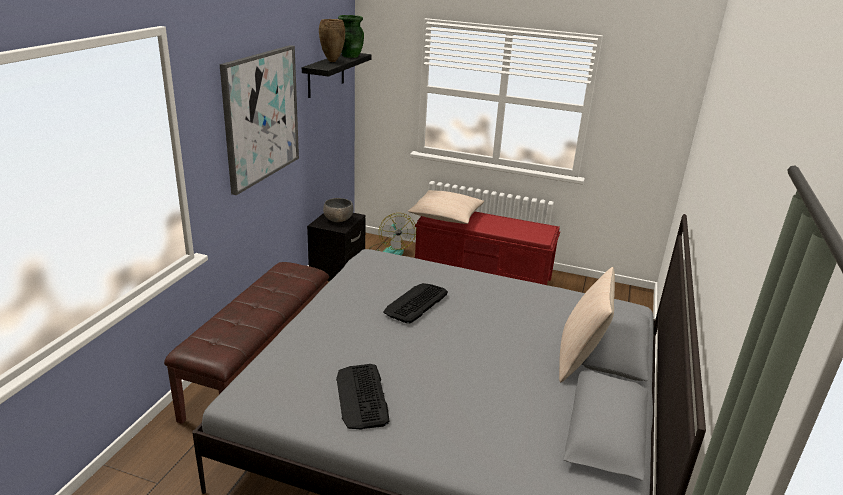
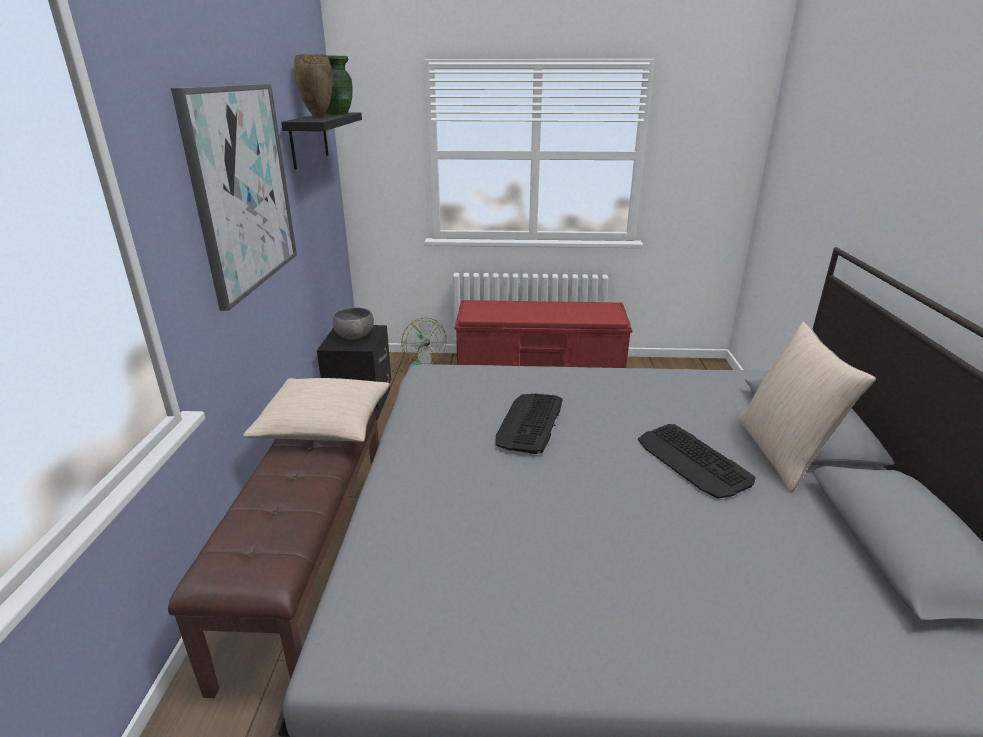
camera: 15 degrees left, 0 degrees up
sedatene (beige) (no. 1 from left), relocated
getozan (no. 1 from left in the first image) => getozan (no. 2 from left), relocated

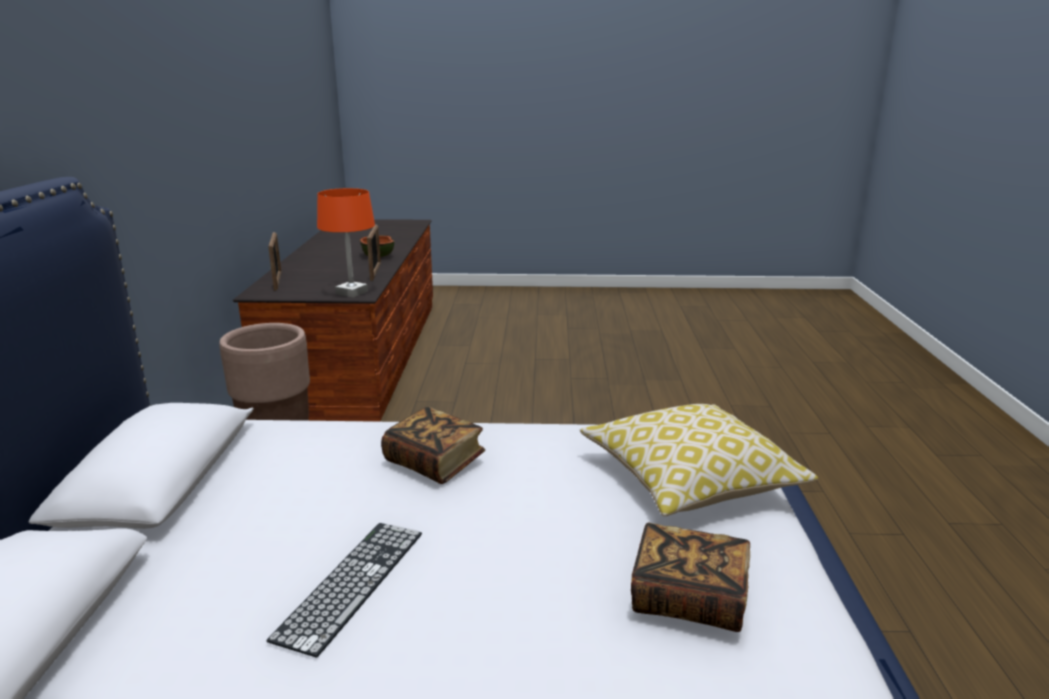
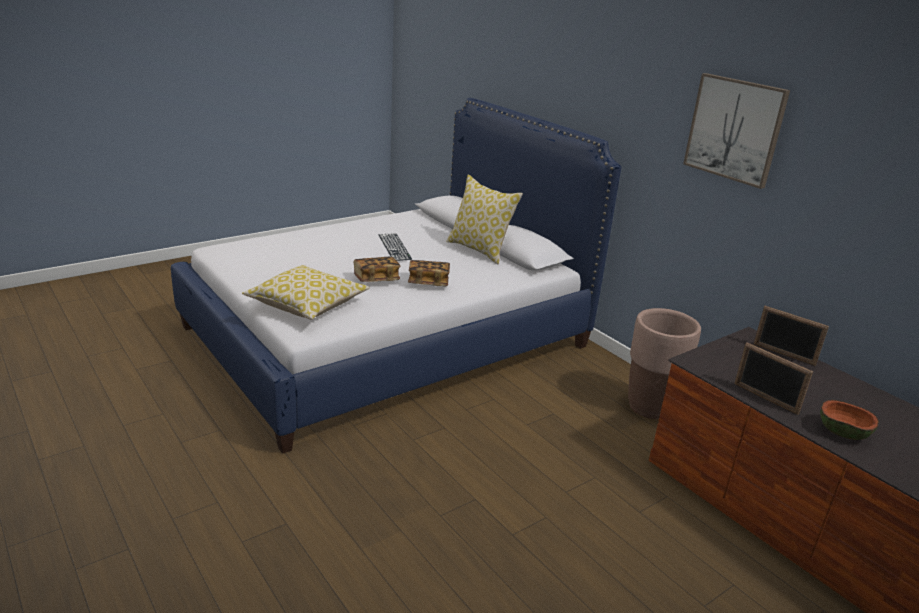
camera: 140 degrees right, 5 degrees up
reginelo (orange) => nothing
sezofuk (no. 2 from left in the first image) => sezofuk (no. 1 from left), relocated
nothing => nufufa
nothing => sedatene (no. 2 from left)

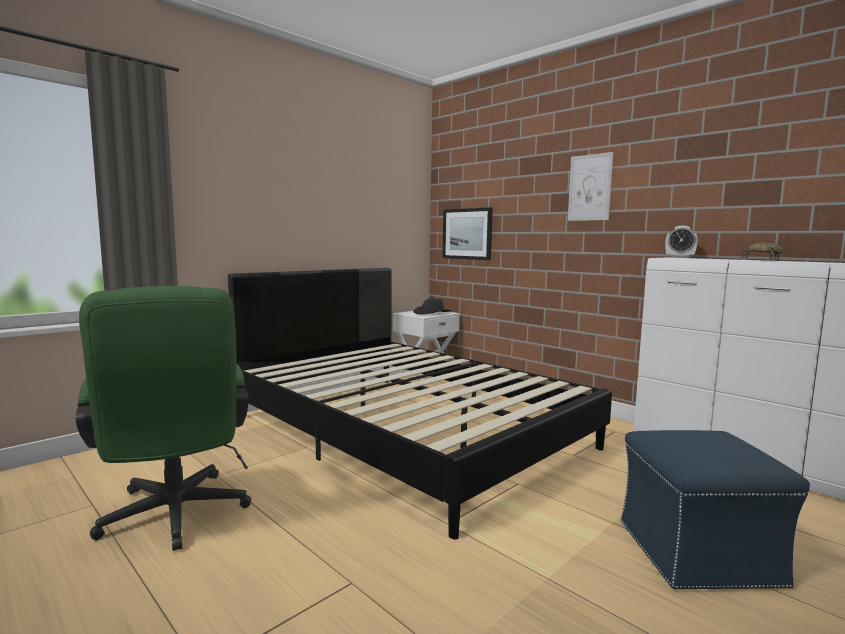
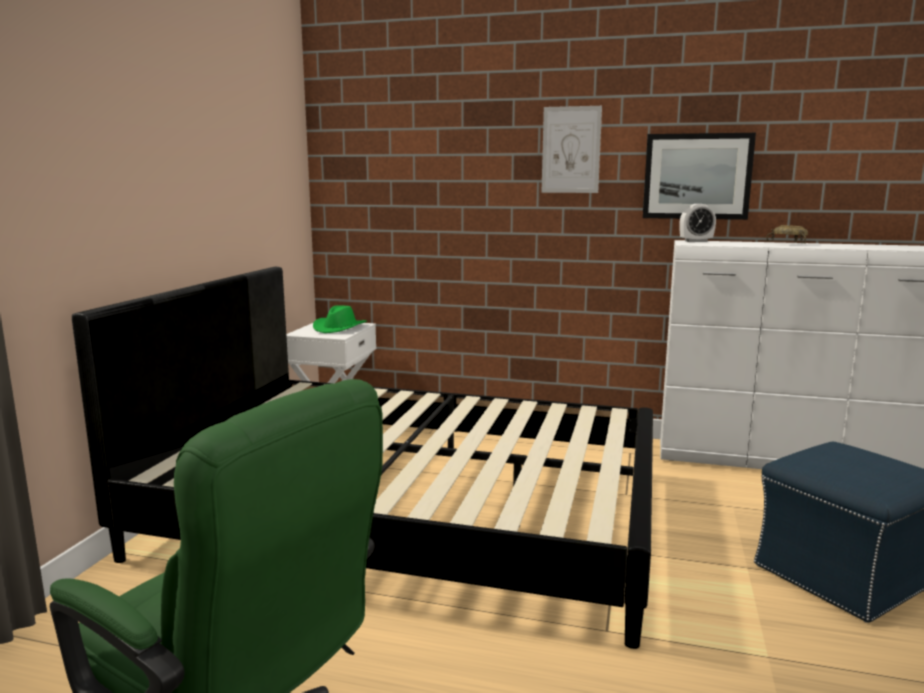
camera: 30 degrees left, 5 degrees up
nufufa (no. 1 from left in the first image) => nufufa (no. 2 from left), relocated
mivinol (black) => mivinol (green)

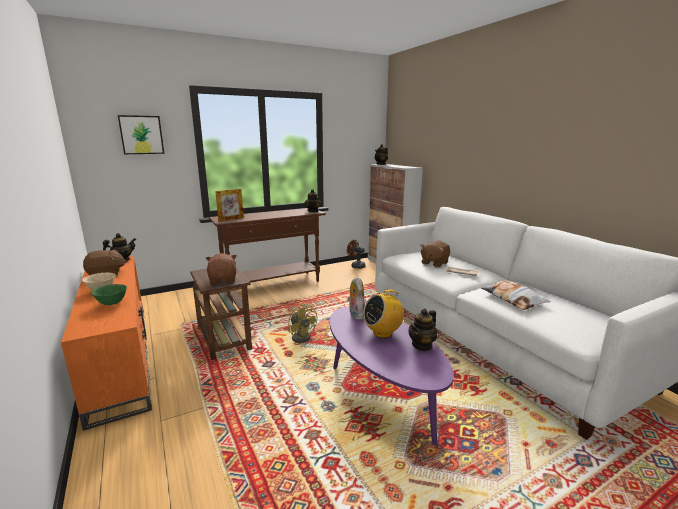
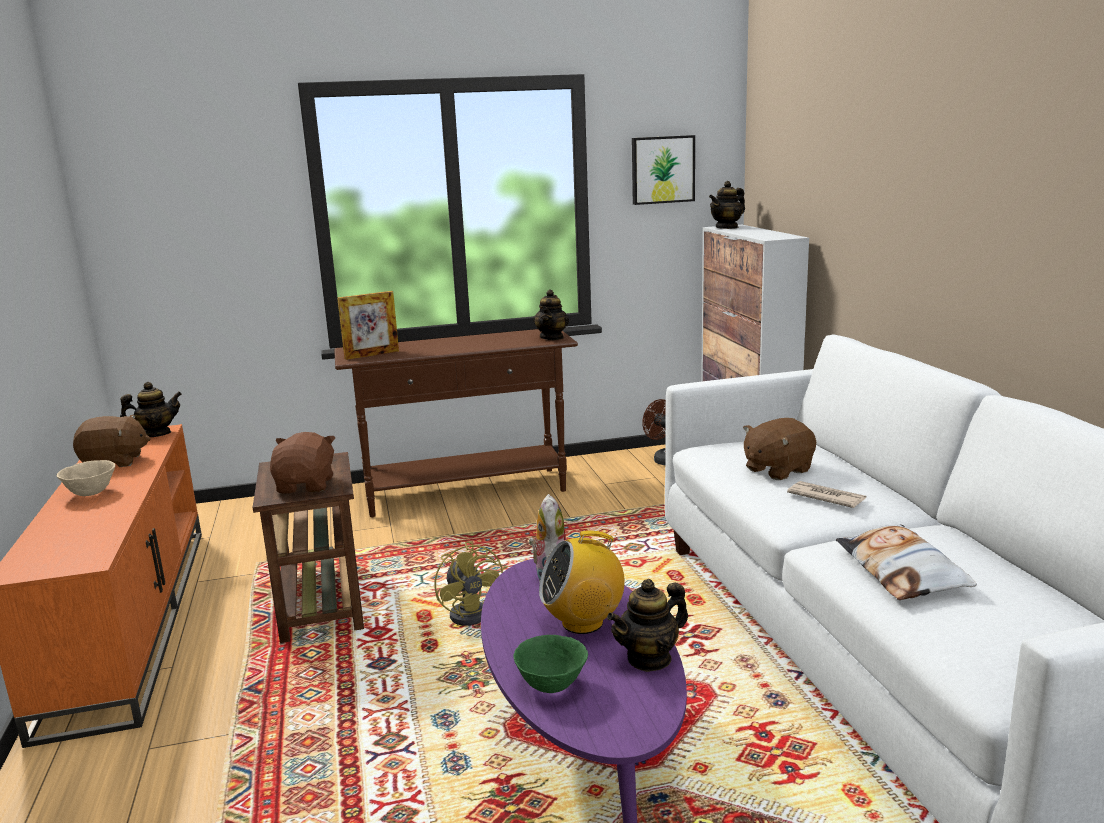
camera: 15 degrees right, 0 degrees up
nufufa, relocated
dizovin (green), relocated

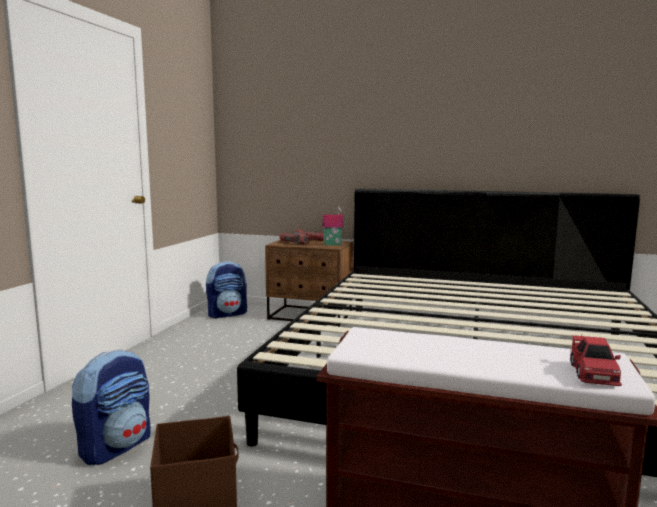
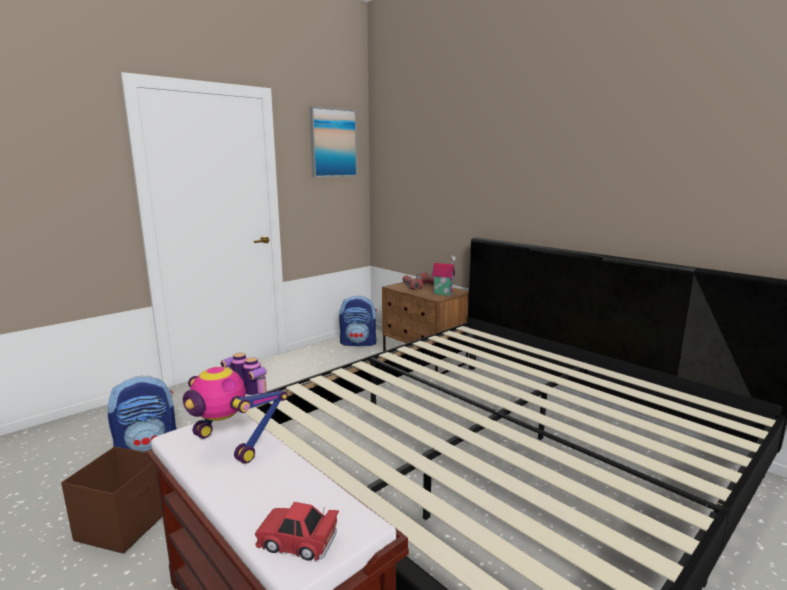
camera: 30 degrees right, 5 degrees up
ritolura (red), 60 degrees clockwise
nothing => nufufa
nothing => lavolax

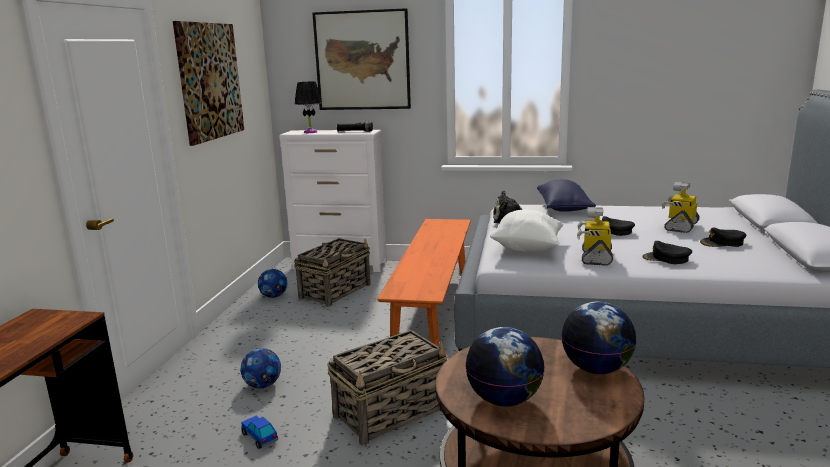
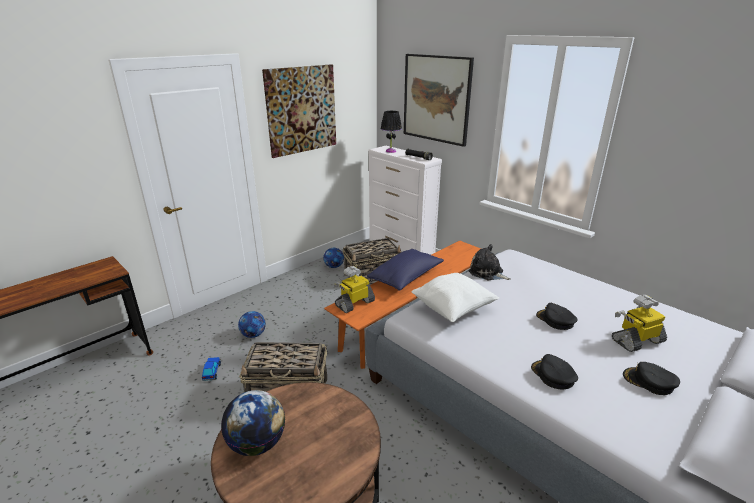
camera: 35 degrees right, 10 degrees up
sedatene (blue), relocated
lavolax (no. 1 from left), relocated
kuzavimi (no. 2 from left) => nothing

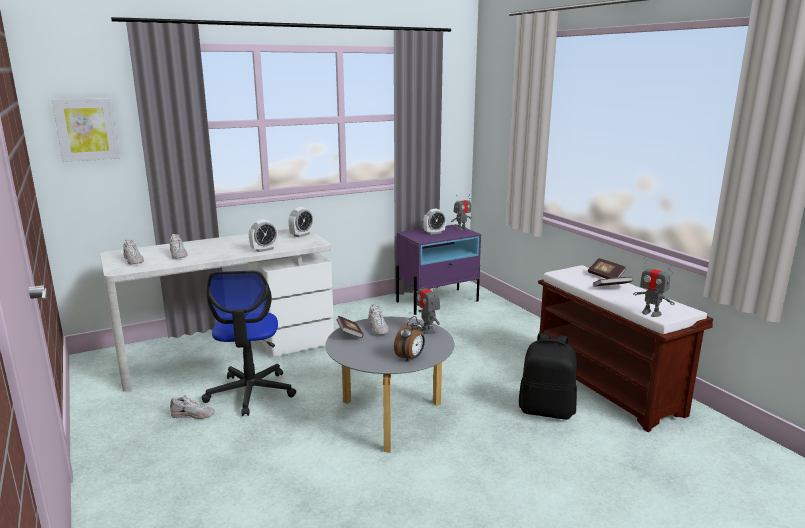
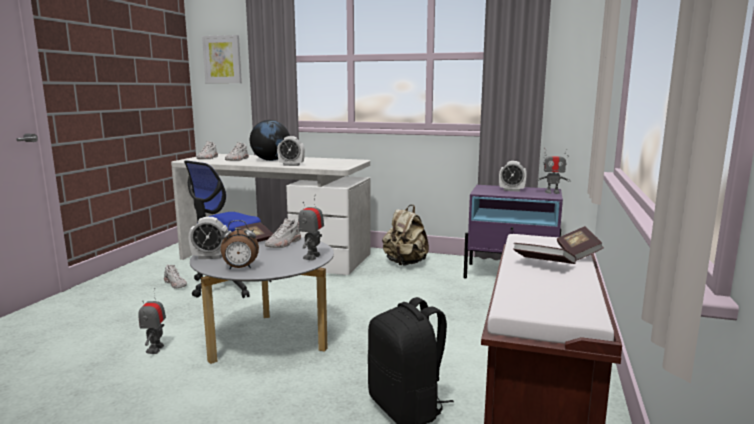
camera: 45 degrees right, 5 degrees down
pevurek (no. 2 from left in the first image) => pevurek (no. 1 from left), relocated
lavolax (no. 3 from left in the first image) => lavolax (no. 1 from left), relocated
nothing => kuzavimi
nothing => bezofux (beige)

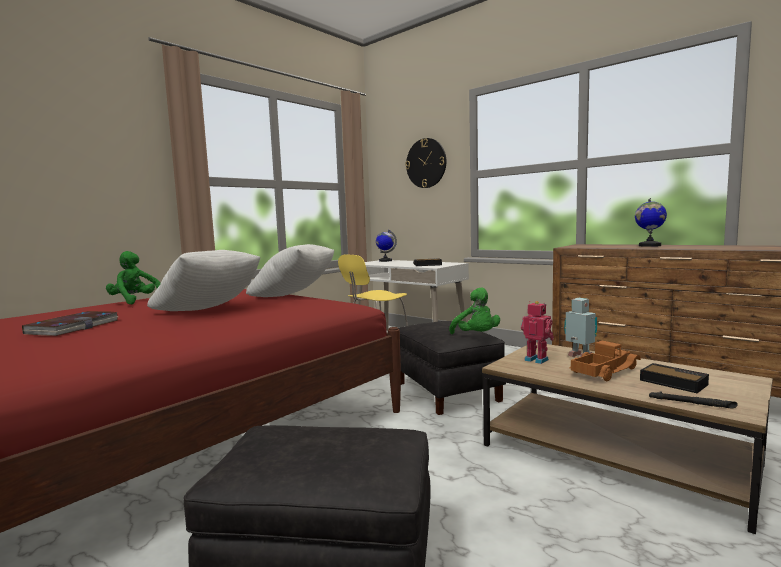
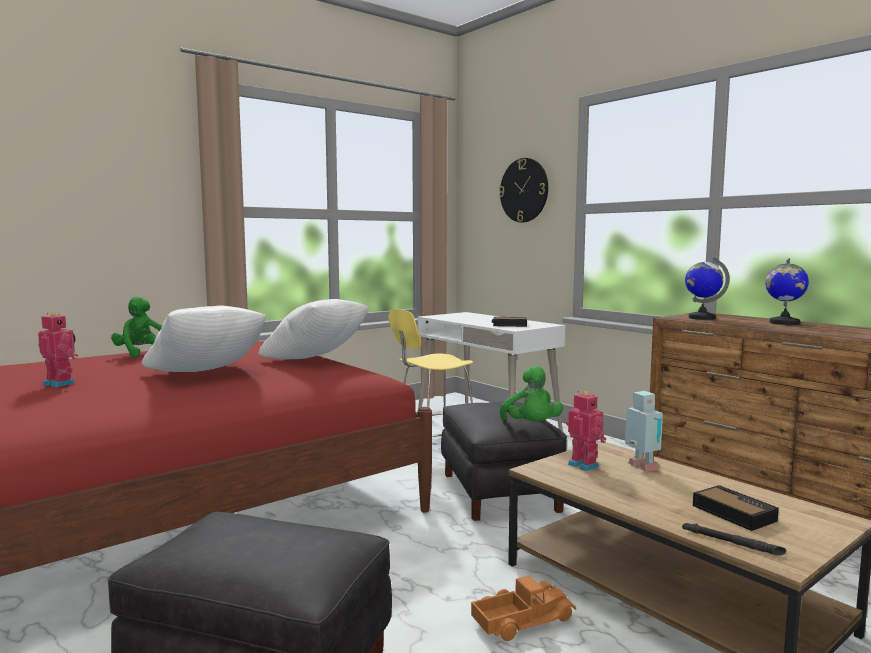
camera: 10 degrees right, 0 degrees up
kuzavimi (no. 1 from left), relocated
sezofuk => lavolax (no. 1 from left)
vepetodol, relocated

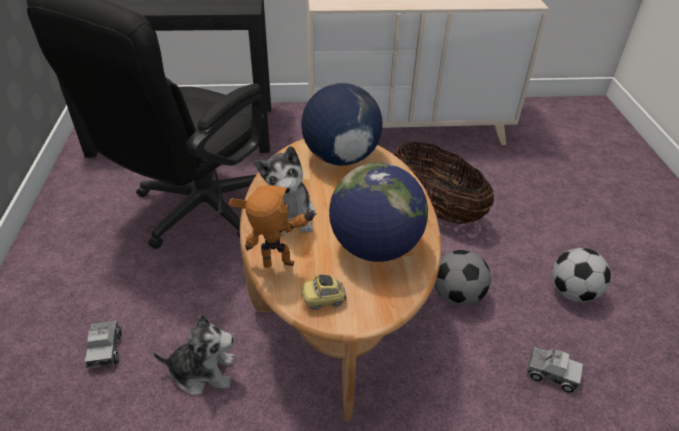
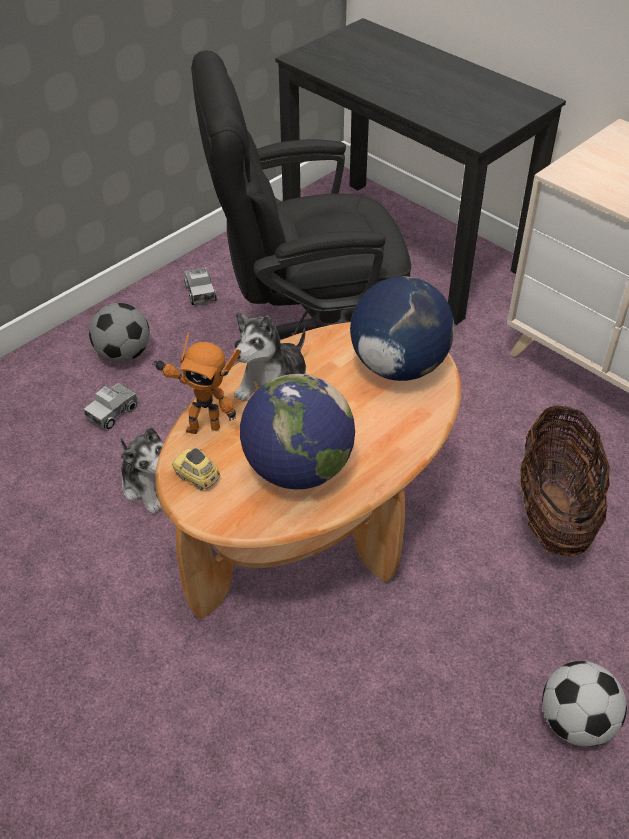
camera: 50 degrees right, 5 degrees up
lavolax, 135 degrees clockwise
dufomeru (no. 1 from left), relocated
vepetodol (no. 2 from left), relocated

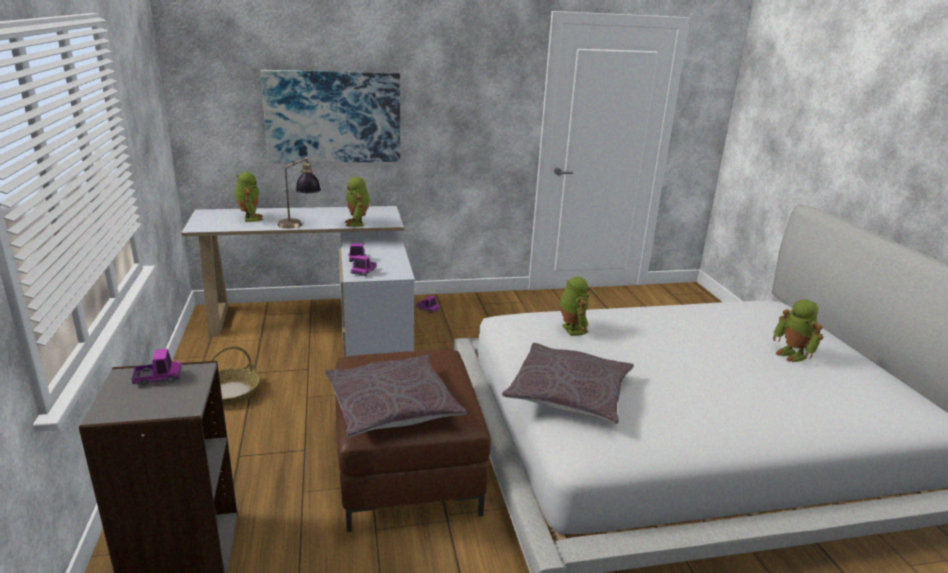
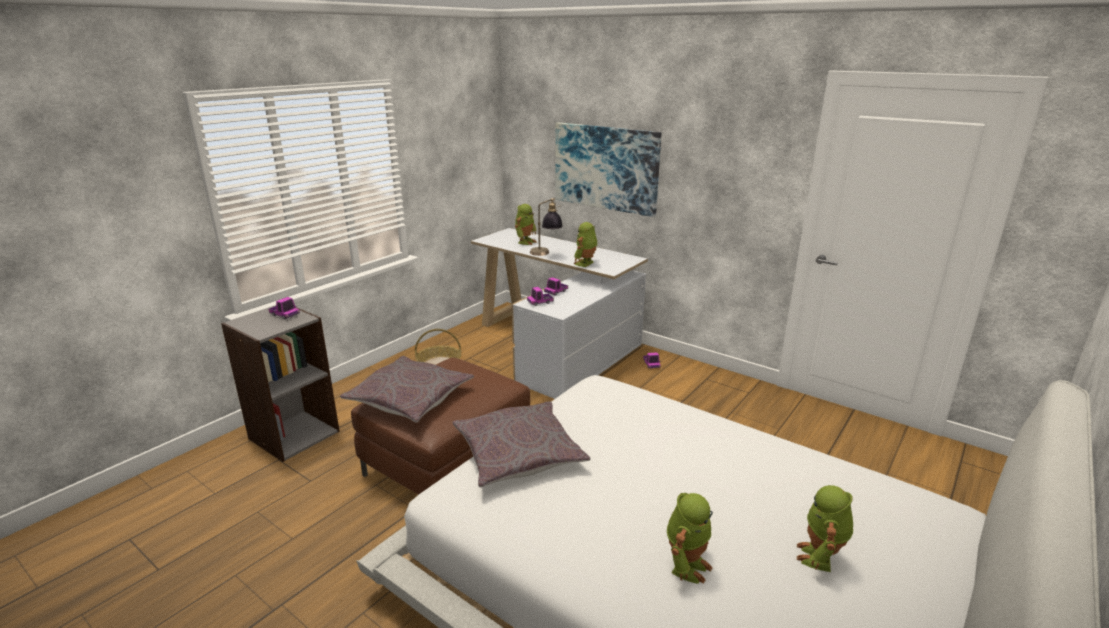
camera: 50 degrees right, 0 degrees up
lavolax (no. 3 from left), relocated

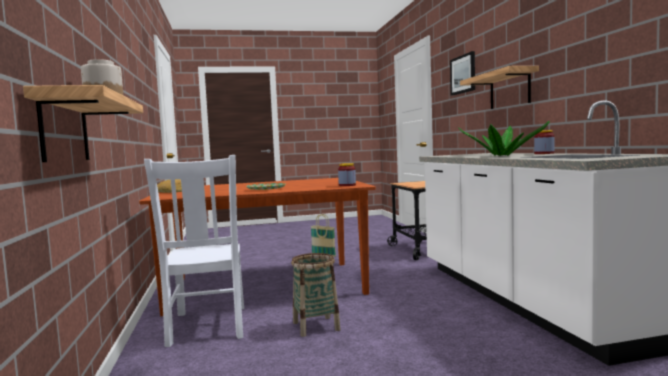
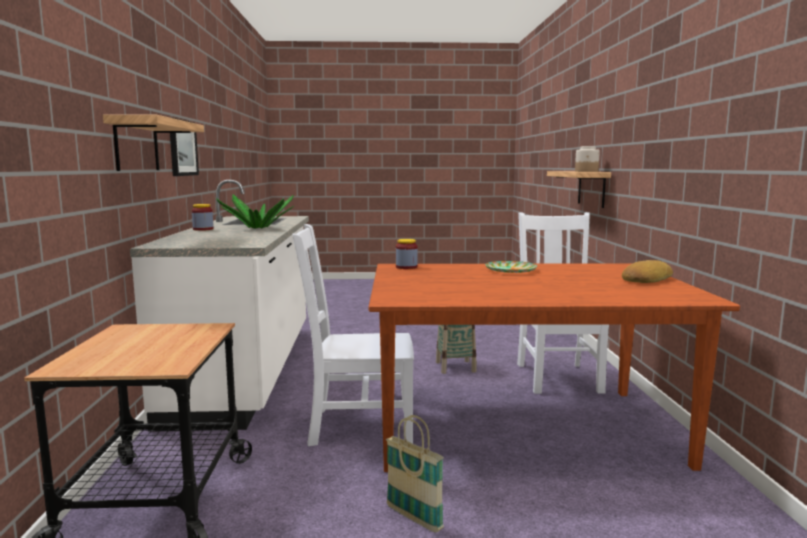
camera: 170 degrees left, 5 degrees up
nufufa, relocated
nothing => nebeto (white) (no. 1 from left)

